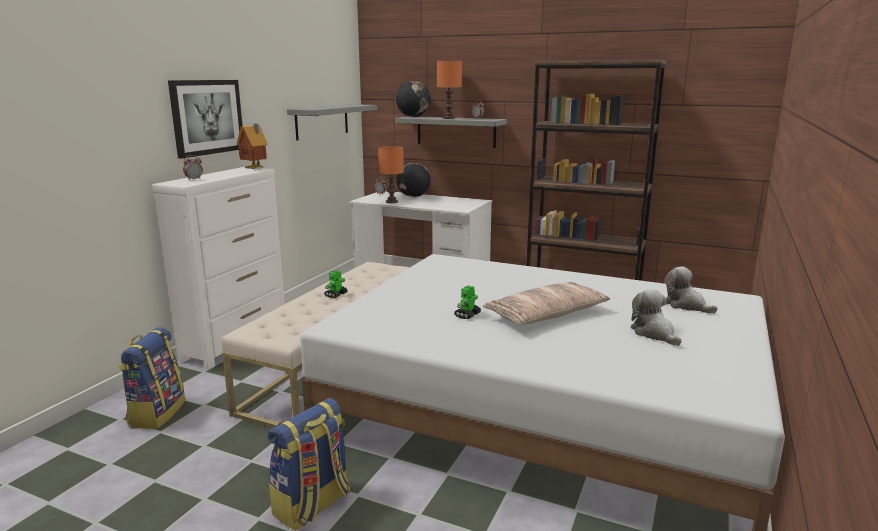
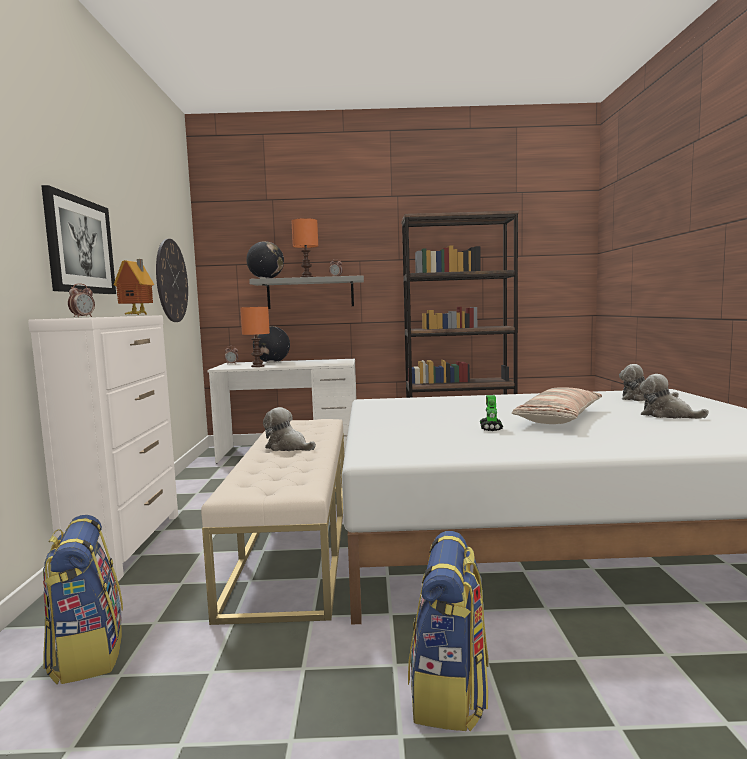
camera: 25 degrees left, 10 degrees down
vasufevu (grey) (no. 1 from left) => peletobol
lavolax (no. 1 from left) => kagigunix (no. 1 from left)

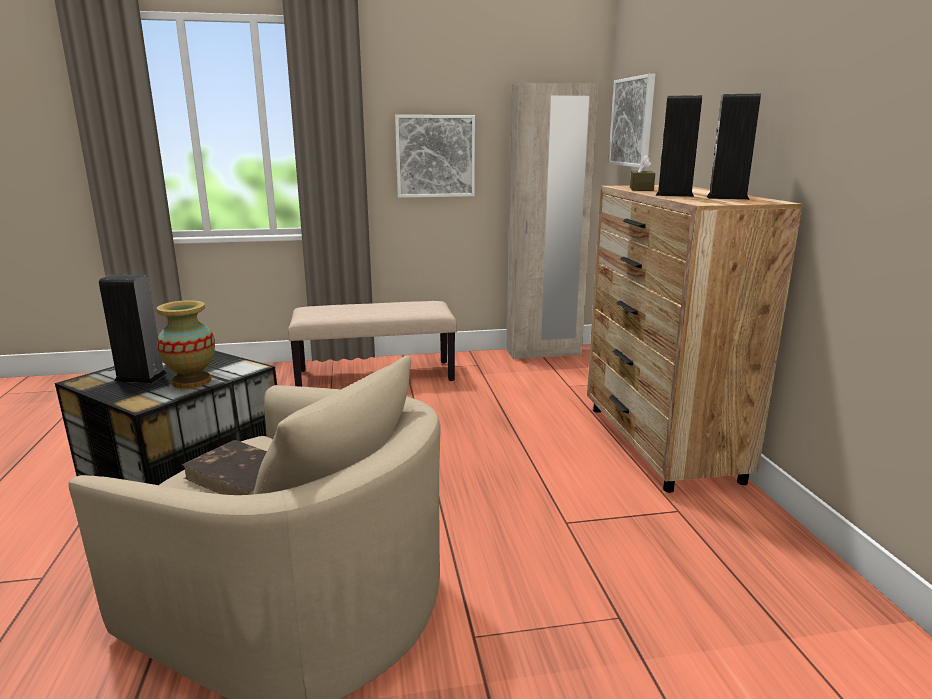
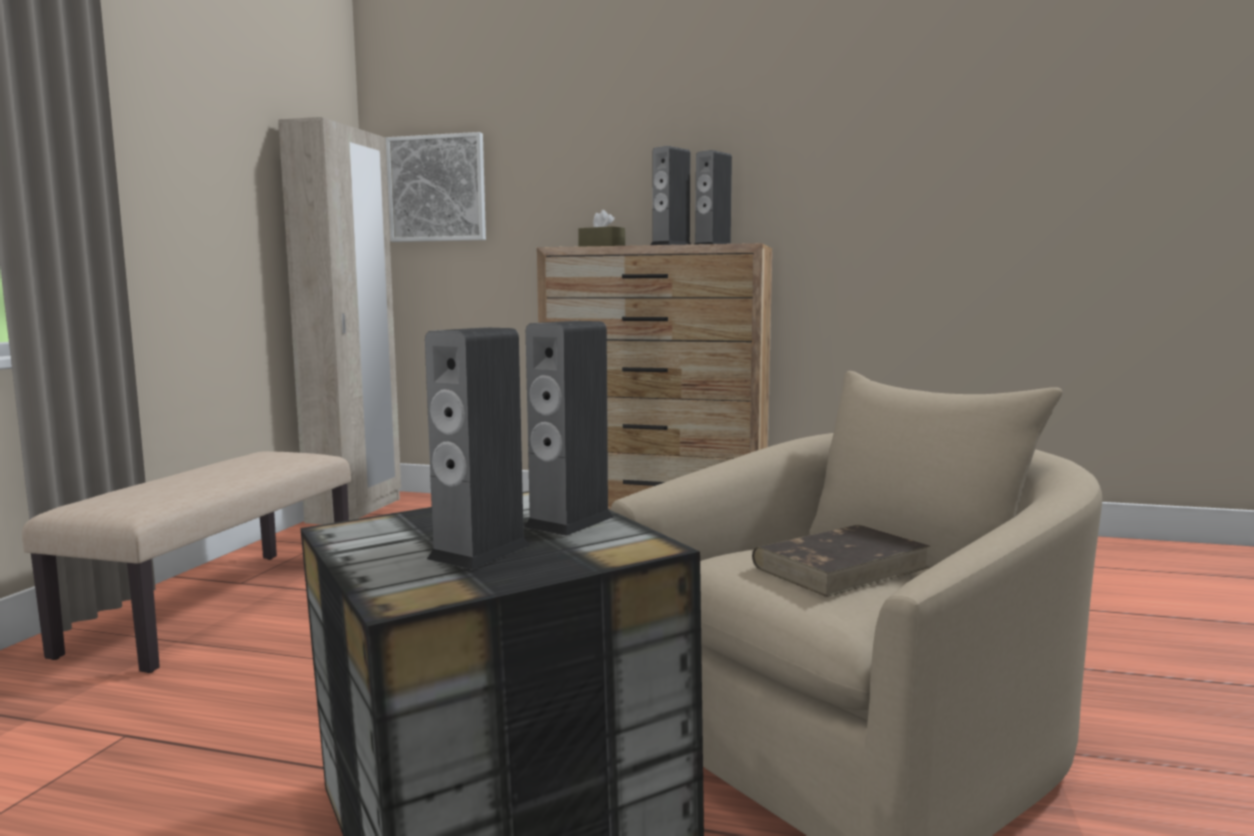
camera: 65 degrees left, 10 degrees down
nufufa (no. 1 from left) => nothing
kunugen => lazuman (no. 2 from left)

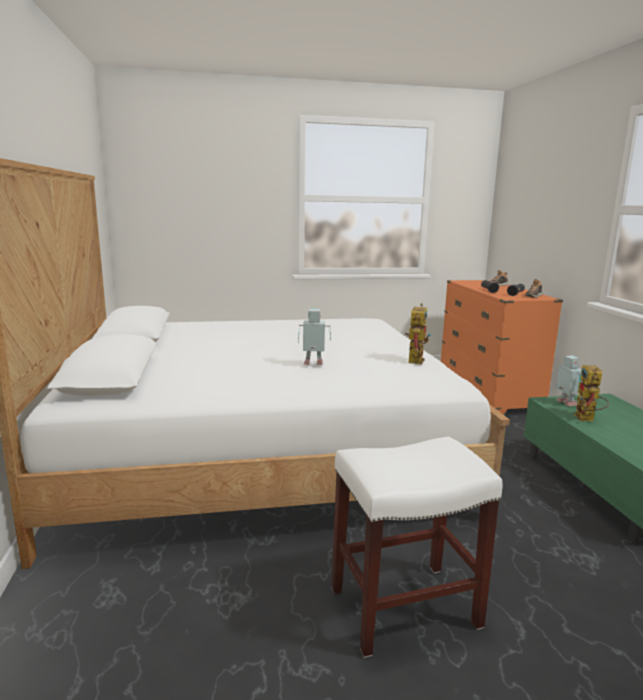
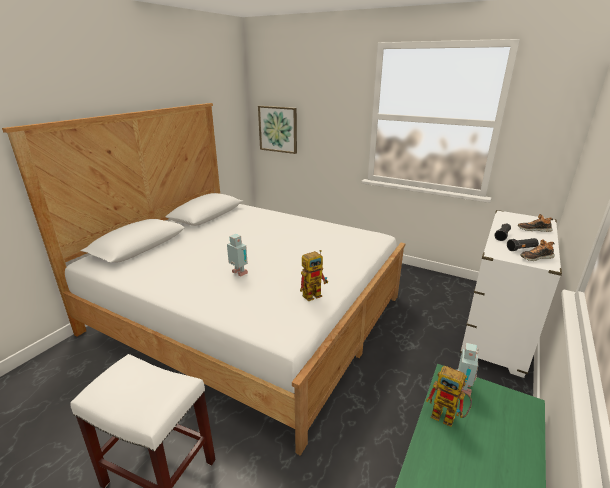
camera: 40 degrees right, 10 degrees up
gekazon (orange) => gekazon (white)
lavolax (no. 4 from left in the first image) => lavolax (no. 3 from left), 105 degrees counterclockwise
nothing => nufufa

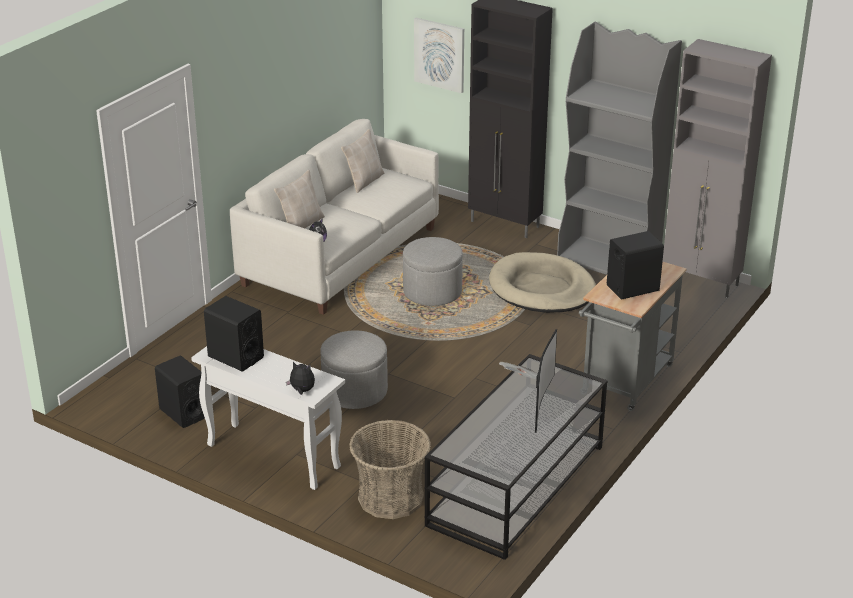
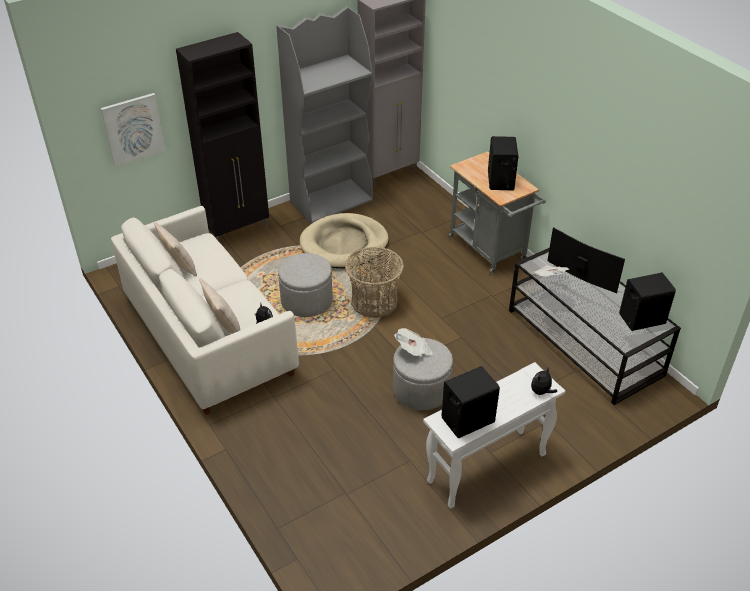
camera: 65 degrees left, 10 degrees up
lazuman (black) (no. 1 from left in the first image) => lazuman (black) (no. 3 from left), relocated
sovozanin, relocated
nothing => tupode (no. 1 from left)

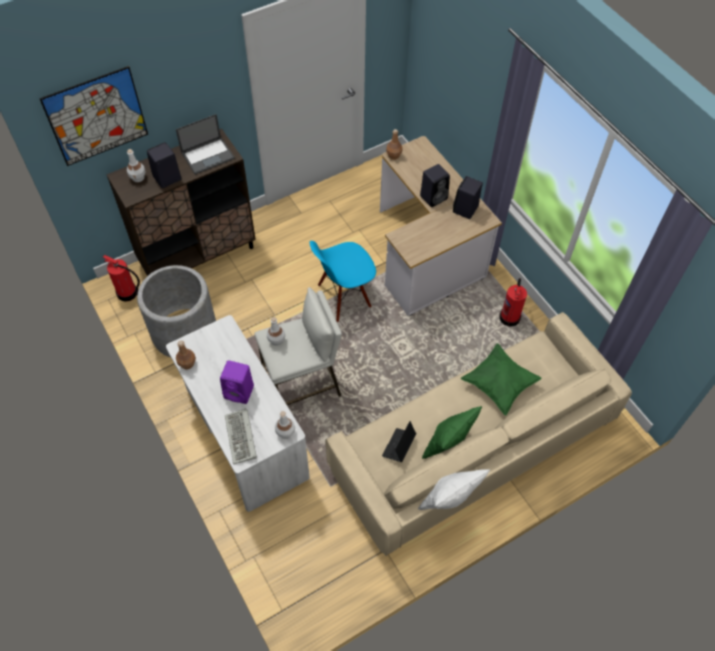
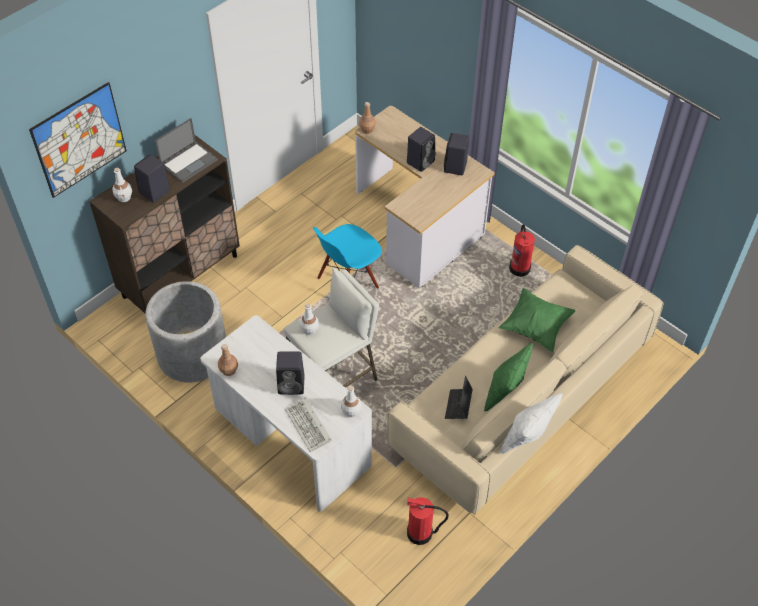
camera: 15 degrees left, 5 degrees down
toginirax (no. 1 from left), relocated
lazuman (purple) => lazuman (black) (no. 2 from left)

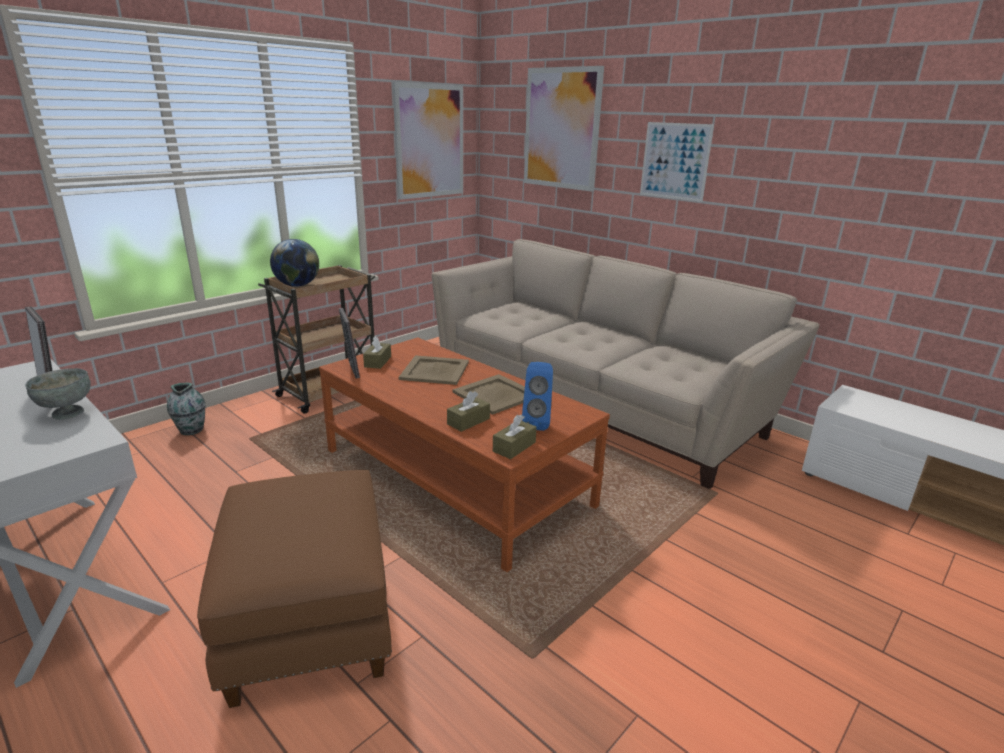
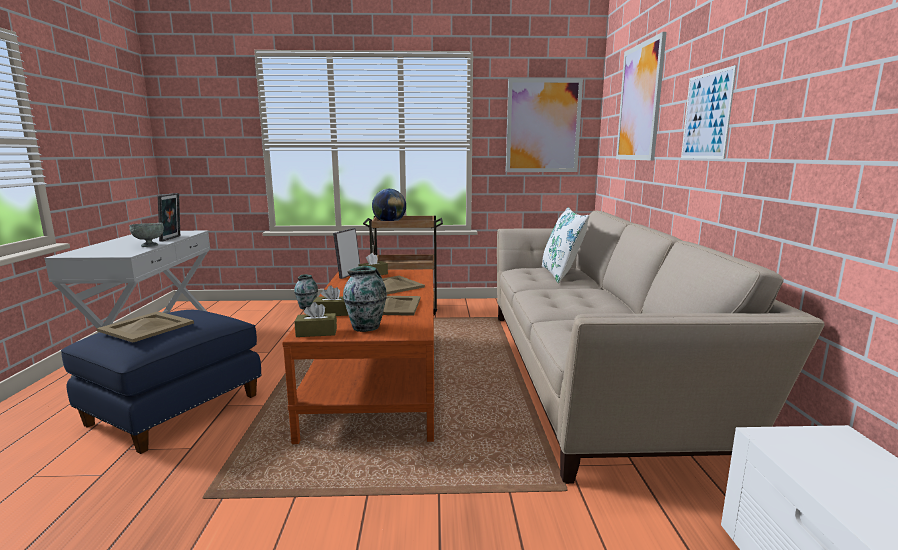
camera: 45 degrees right, 10 degrees down
lazuman (blue) => kunugen (no. 2 from left)
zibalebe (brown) => zibalebe (blue)
nothing => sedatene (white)
nothing => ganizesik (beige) (no. 1 from left)

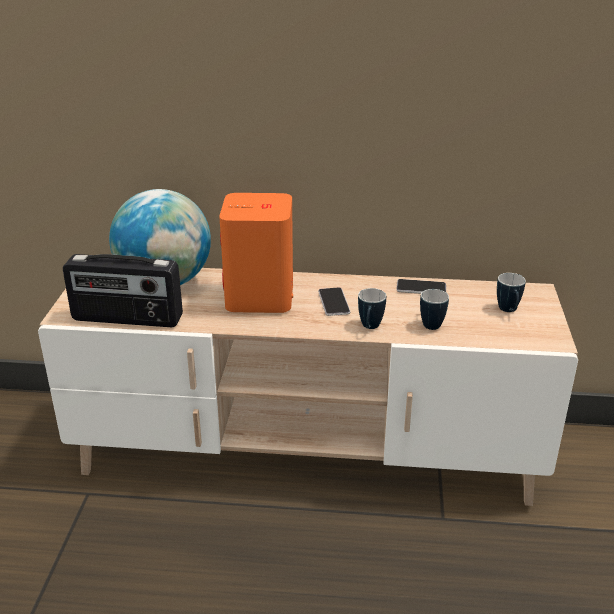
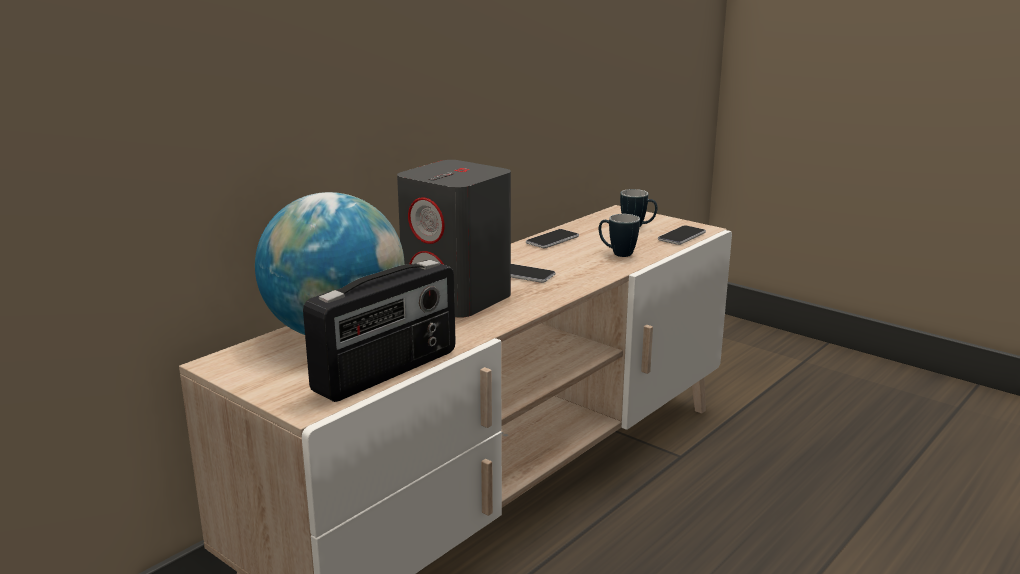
camera: 55 degrees left, 10 degrees down
lazuman (orange) => lazuman (grey)
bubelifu (no. 1 from left) => nothing
nothing => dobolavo (no. 3 from left)

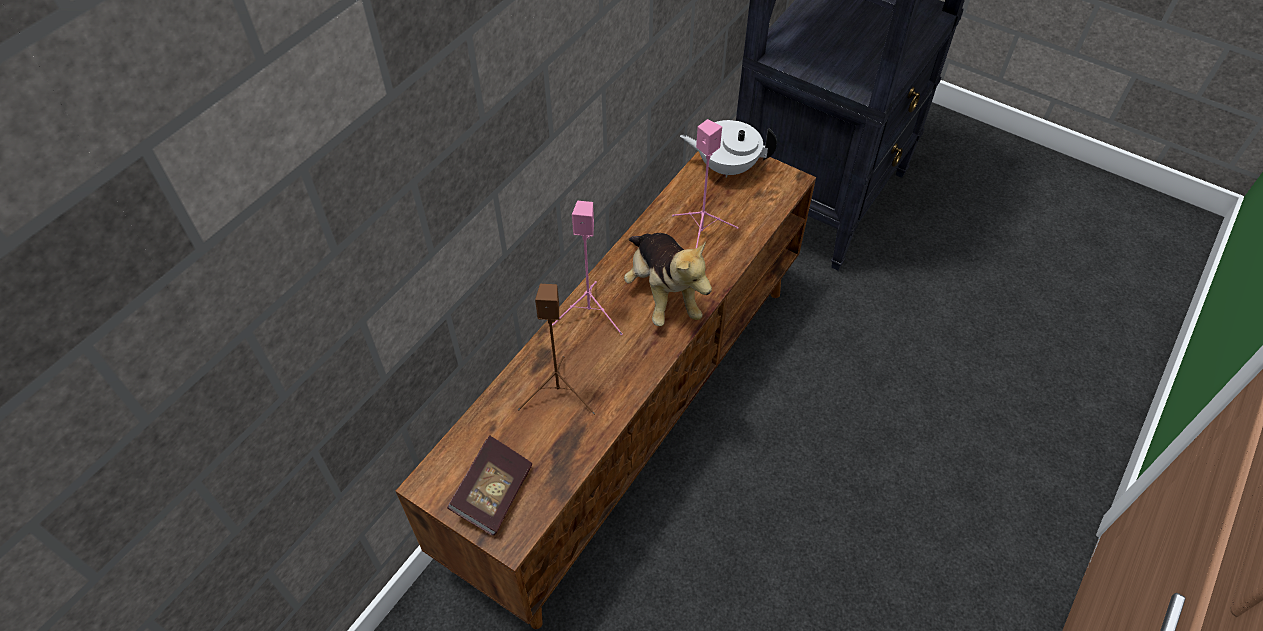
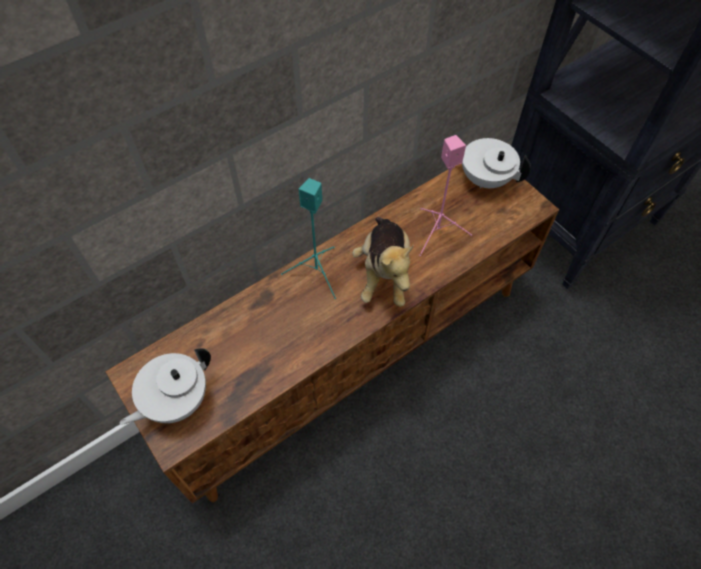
camera: 20 degrees right, 5 degrees up
lazuman (pink) (no. 1 from left) => lazuman (turquoise)
lazuman (brown) => nothing
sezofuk => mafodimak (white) (no. 1 from left)

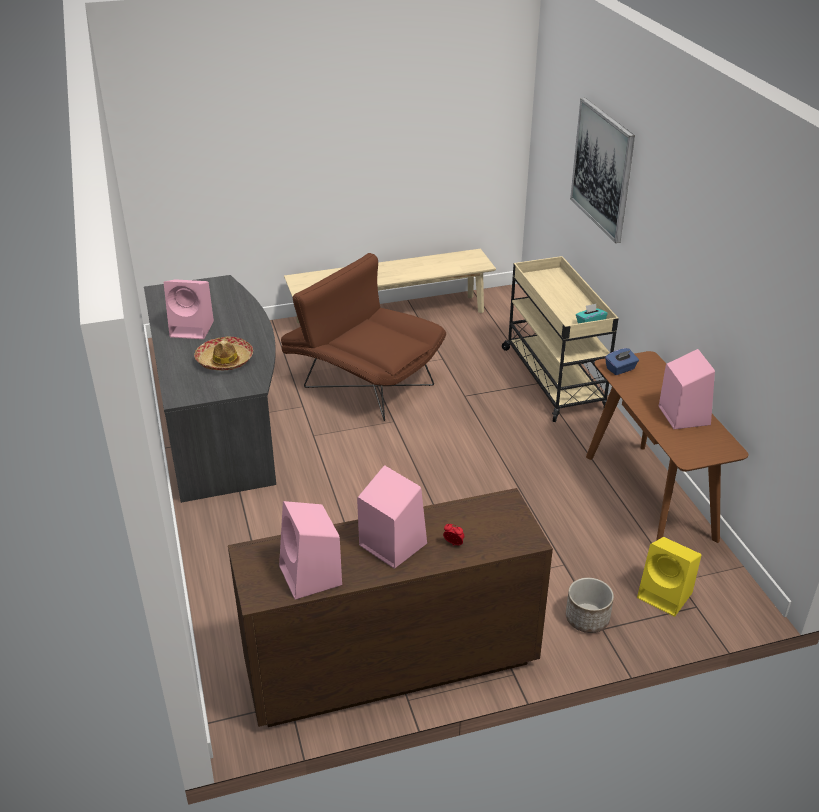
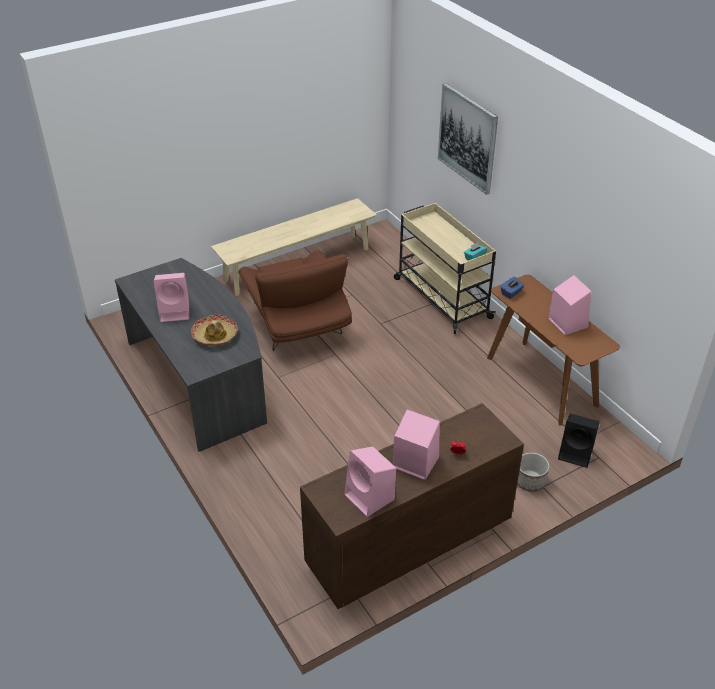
camera: 15 degrees left, 5 degrees up
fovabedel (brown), 135 degrees counterclockwise
lazuman (yellow) => lazuman (black)

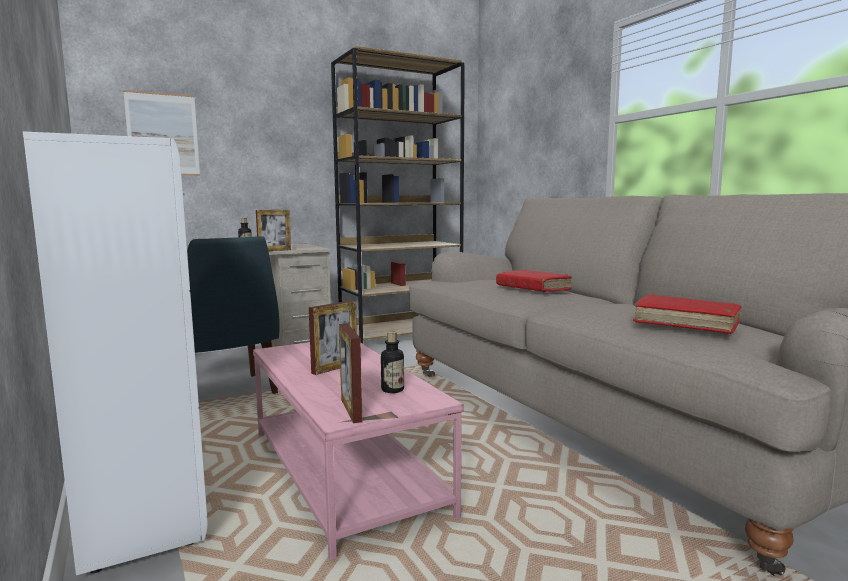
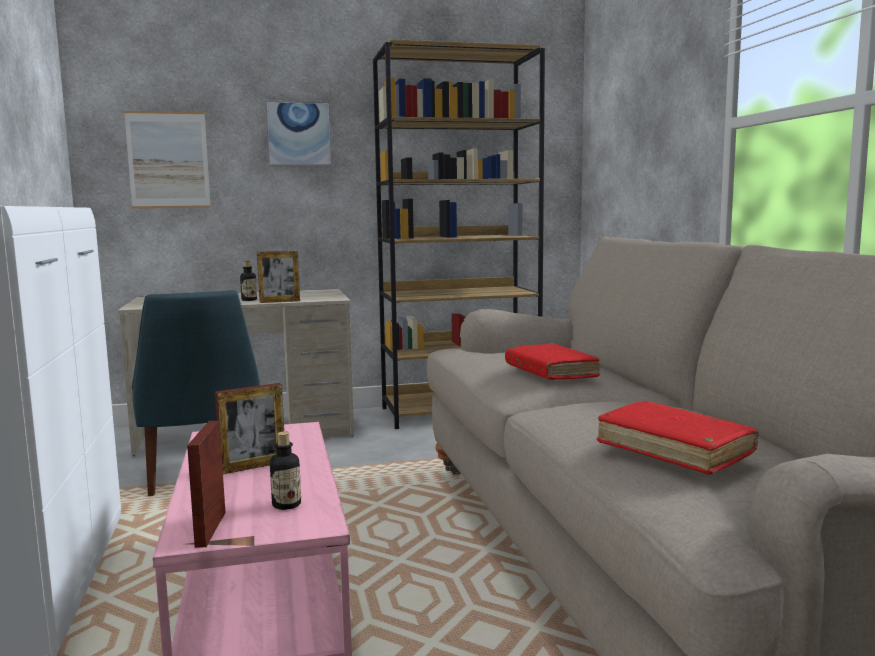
camera: 15 degrees right, 0 degrees up
nothing => nufufa (no. 2 from left)

